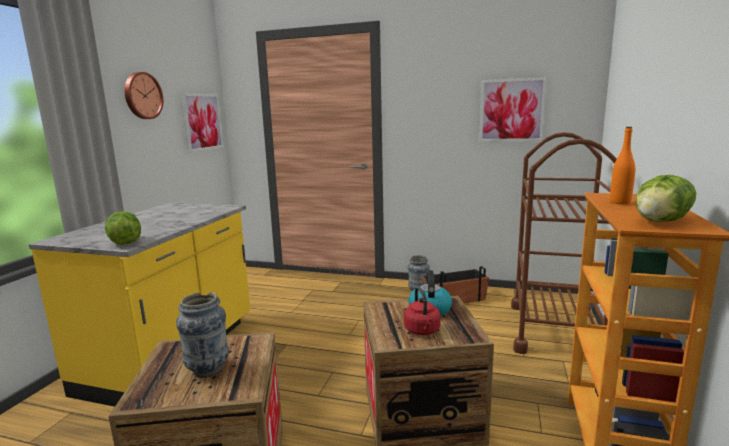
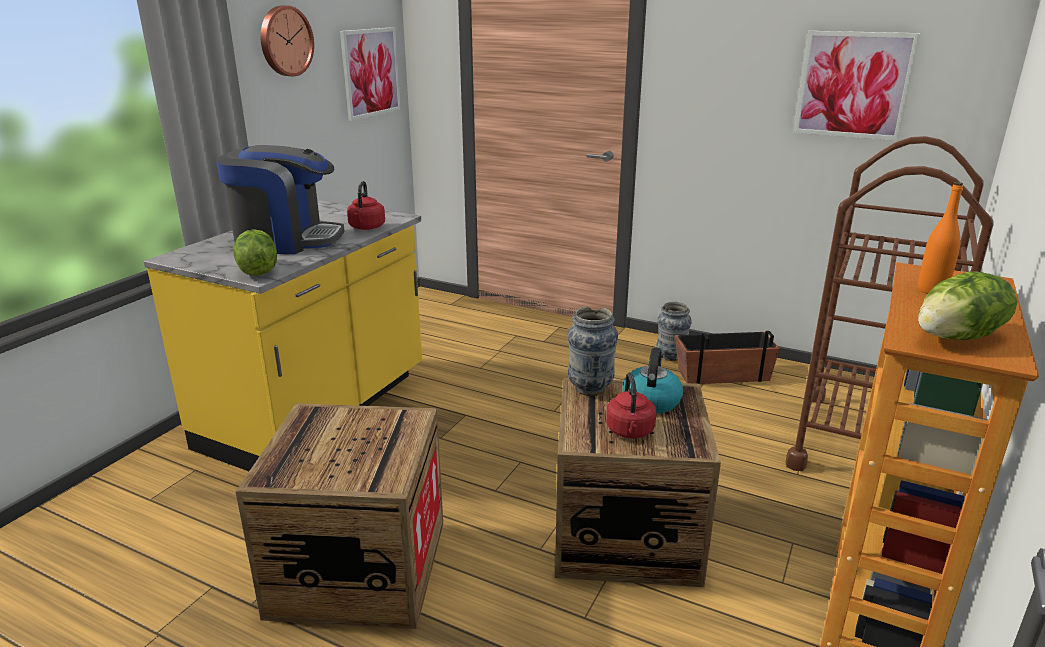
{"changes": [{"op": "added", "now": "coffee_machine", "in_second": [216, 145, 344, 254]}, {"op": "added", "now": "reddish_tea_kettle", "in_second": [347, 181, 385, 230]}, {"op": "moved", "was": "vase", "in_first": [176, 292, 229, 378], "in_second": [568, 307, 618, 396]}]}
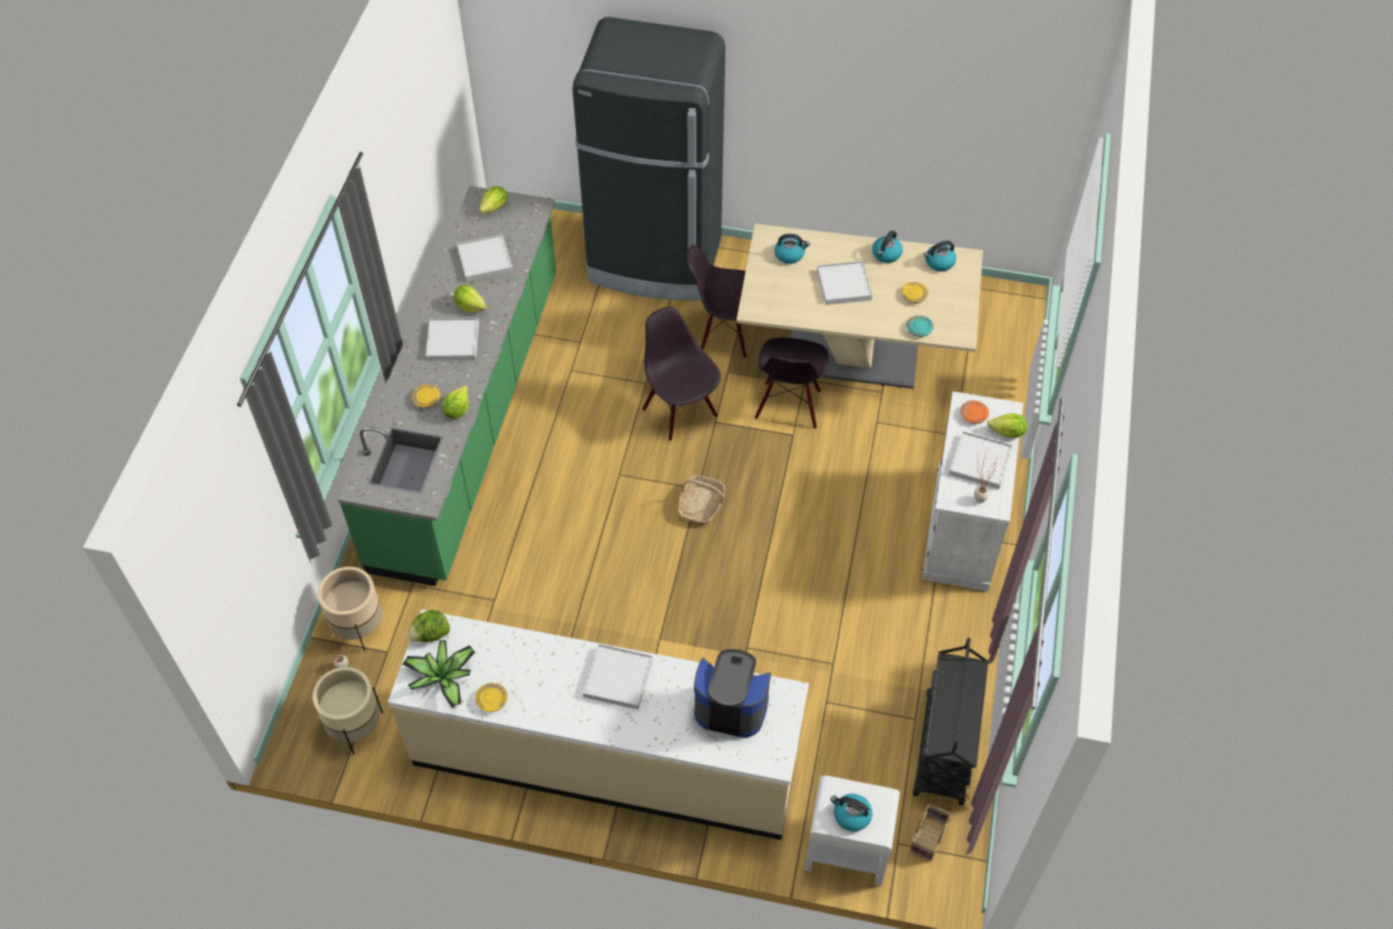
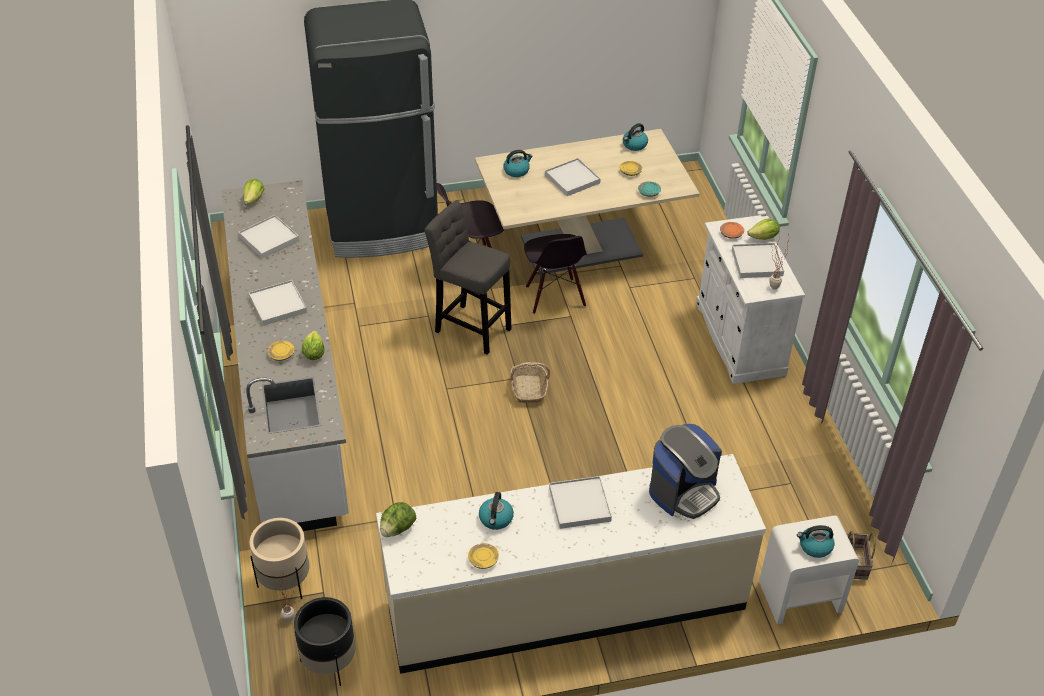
{"changes": [{"op": "removed", "was": "houseplant", "in_first": [403, 640, 475, 708]}, {"op": "removed", "was": "lettuce", "in_first": [454, 285, 487, 313]}, {"op": "removed", "was": "blackish_trolley", "in_first": [913, 638, 988, 805]}, {"op": "moved", "was": "tea_kettle", "in_first": [872, 230, 903, 263], "in_second": [479, 492, 514, 530]}, {"op": "replaced", "was": "blackish_chair", "now": "grey_stool", "in_first": [642, 307, 721, 441], "in_second": [424, 200, 511, 355]}, {"op": "recoloured", "was": "beige-coloured_flower_pot", "now": "blackish_flower_pot", "in_first": [313, 667, 383, 755], "in_second": [294, 597, 356, 686]}, {"op": "recoloured", "was": "green_kitchen_base_unit", "now": "white_kitchen_base_unit", "in_first": [338, 186, 556, 586], "in_second": [221, 180, 349, 531]}, {"op": "turned", "was": "coffee_machine", "in_first": [694, 649, 771, 738], "in_second": [649, 424, 722, 519], "clockwise": 150}]}
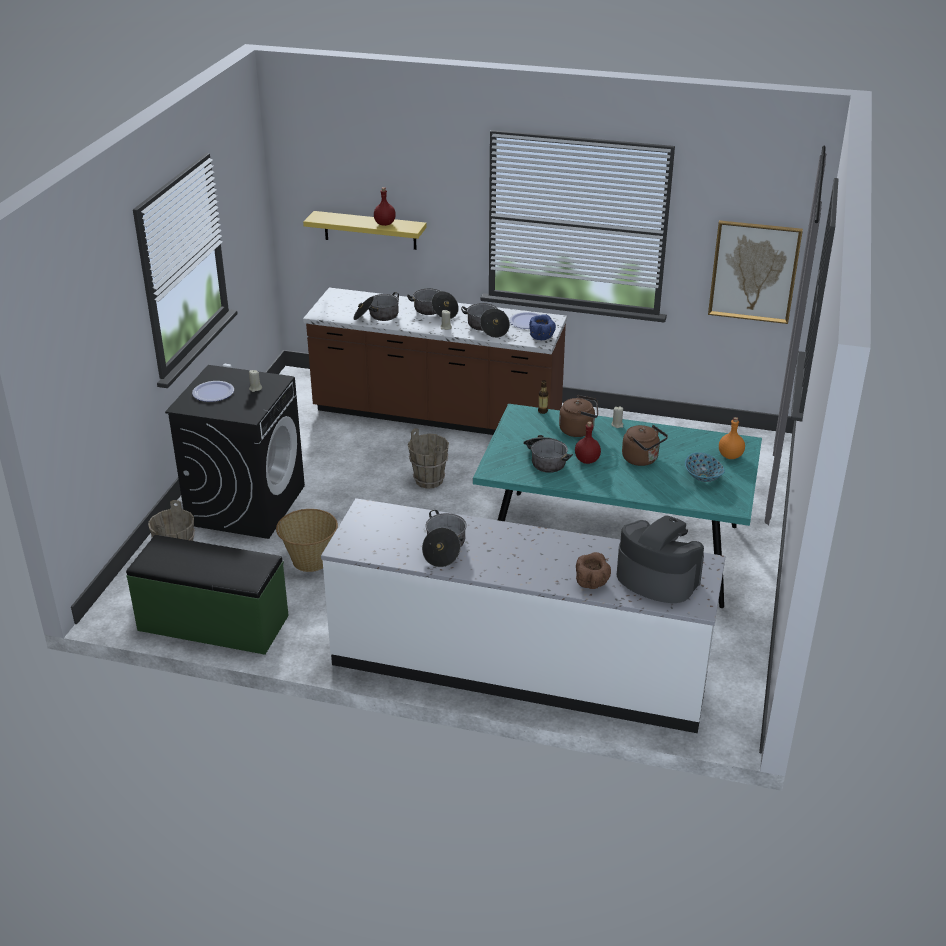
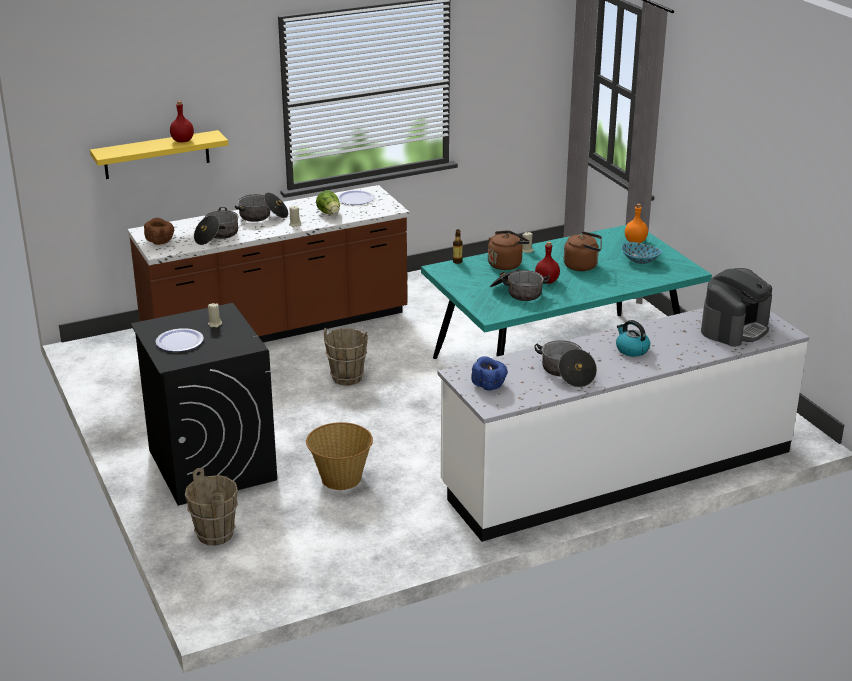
{"changes": [{"op": "removed", "was": "green_long_seat", "in_first": [126, 535, 289, 655]}, {"op": "removed", "was": "wall_picture", "in_first": [708, 220, 803, 324]}, {"op": "added", "now": "tea_kettle", "in_second": [616, 320, 650, 357]}, {"op": "moved", "was": "blue-coloured_deep_dish", "in_first": [529, 314, 556, 340], "in_second": [471, 356, 508, 391]}, {"op": "moved", "was": "brown_deep_dish", "in_first": [576, 552, 611, 589], "in_second": [144, 218, 174, 245]}, {"op": "replaced", "was": "cooking_pot", "now": "lettuce", "in_first": [461, 303, 510, 338], "in_second": [316, 190, 340, 215]}, {"op": "turned", "was": "coffee_machine", "in_first": [617, 516, 704, 603], "in_second": [701, 268, 772, 347], "clockwise": 135}]}
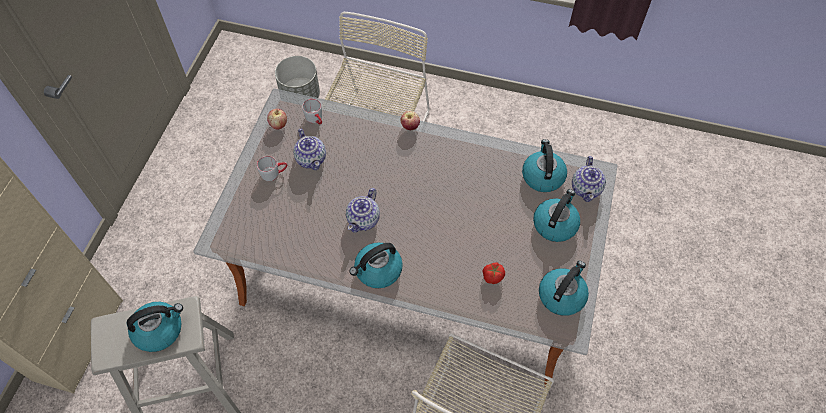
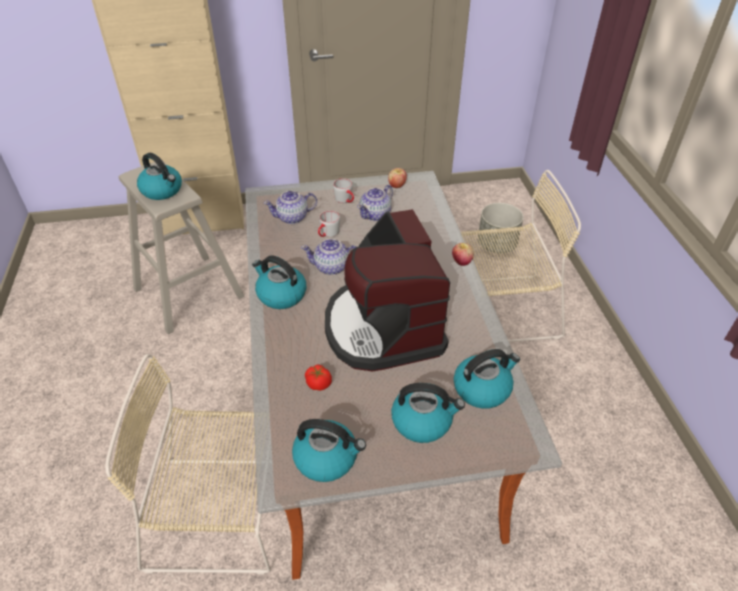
{"changes": [{"op": "added", "now": "coffee_machine", "in_second": [325, 209, 450, 371]}, {"op": "moved", "was": "grey_tea_mug", "in_first": [302, 99, 322, 125], "in_second": [318, 211, 340, 237]}, {"op": "moved", "was": "teapot", "in_first": [572, 156, 606, 202], "in_second": [264, 191, 317, 224]}]}
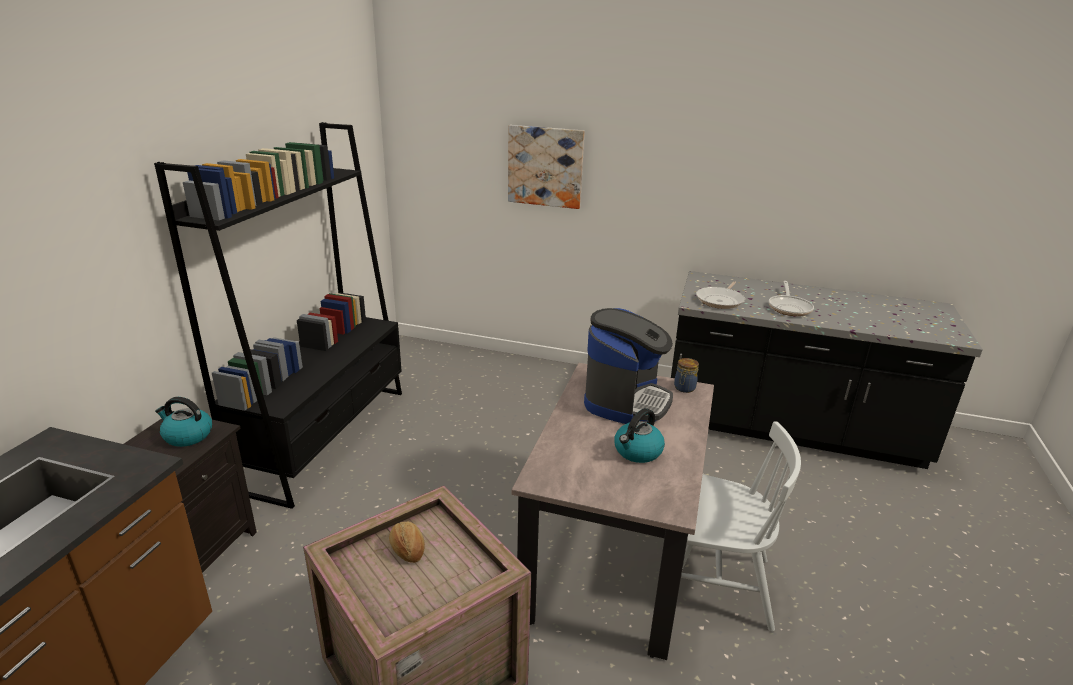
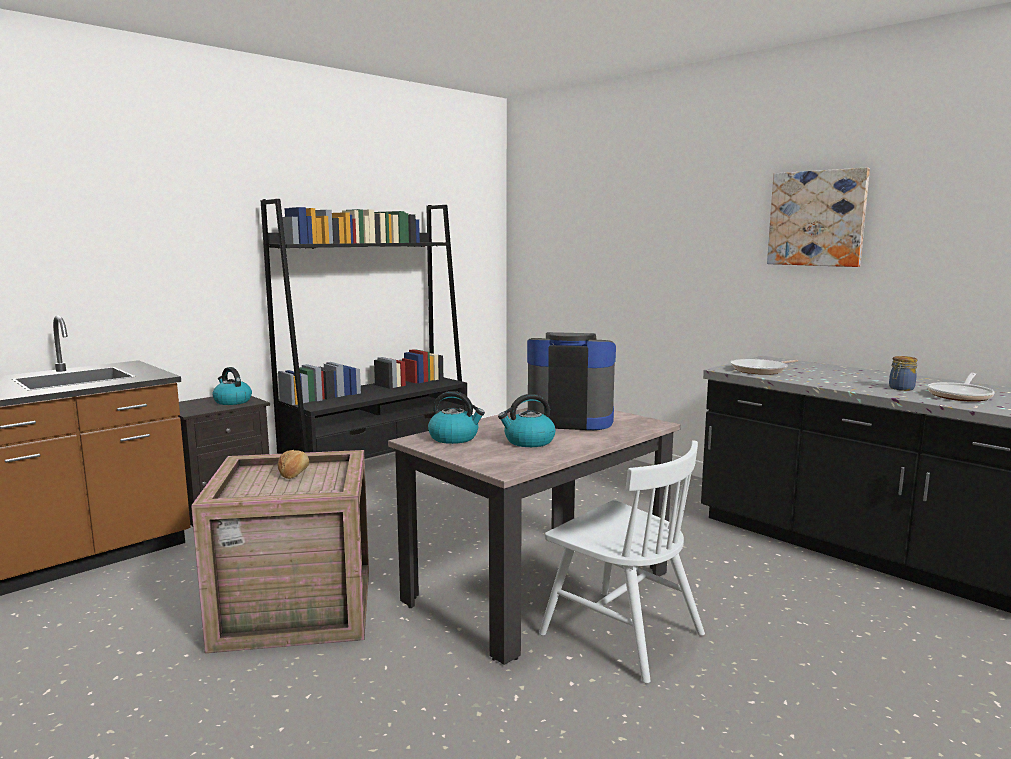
{"changes": [{"op": "added", "now": "tea_kettle", "in_second": [428, 391, 485, 444]}, {"op": "moved", "was": "wall_picture", "in_first": [508, 125, 585, 209], "in_second": [767, 168, 870, 267]}, {"op": "moved", "was": "preserve_jar", "in_first": [674, 358, 699, 393], "in_second": [889, 356, 917, 391]}, {"op": "moved", "was": "pan", "in_first": [769, 281, 814, 316], "in_second": [927, 373, 995, 402]}, {"op": "turned", "was": "coffee_machine", "in_first": [584, 308, 673, 424], "in_second": [527, 332, 616, 430], "clockwise": -135}]}
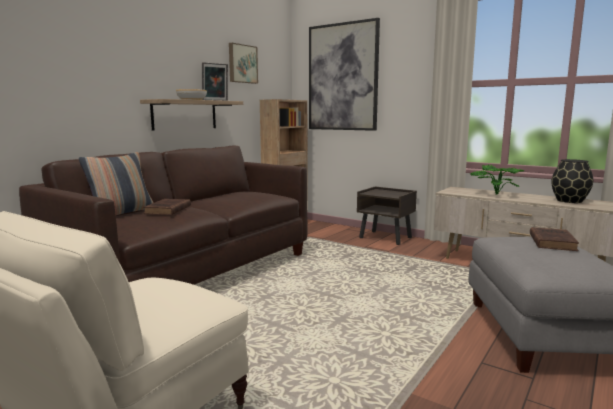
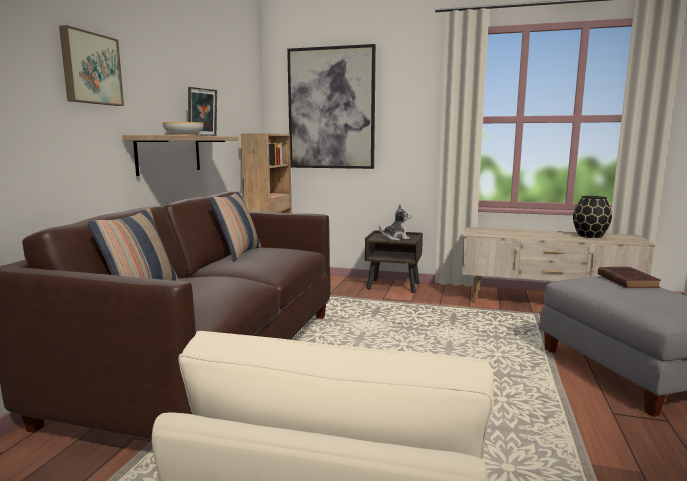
{"changes": [{"op": "removed", "was": "brown_volume", "in_first": [143, 199, 191, 215]}, {"op": "removed", "was": "houseplant", "in_first": [470, 165, 525, 194]}, {"op": "added", "now": "throw_pillow", "in_second": [209, 191, 261, 261]}, {"op": "added", "now": "plush_toy", "in_second": [379, 204, 412, 241]}, {"op": "moved", "was": "wall_picture", "in_first": [229, 43, 258, 84], "in_second": [59, 25, 124, 106]}]}
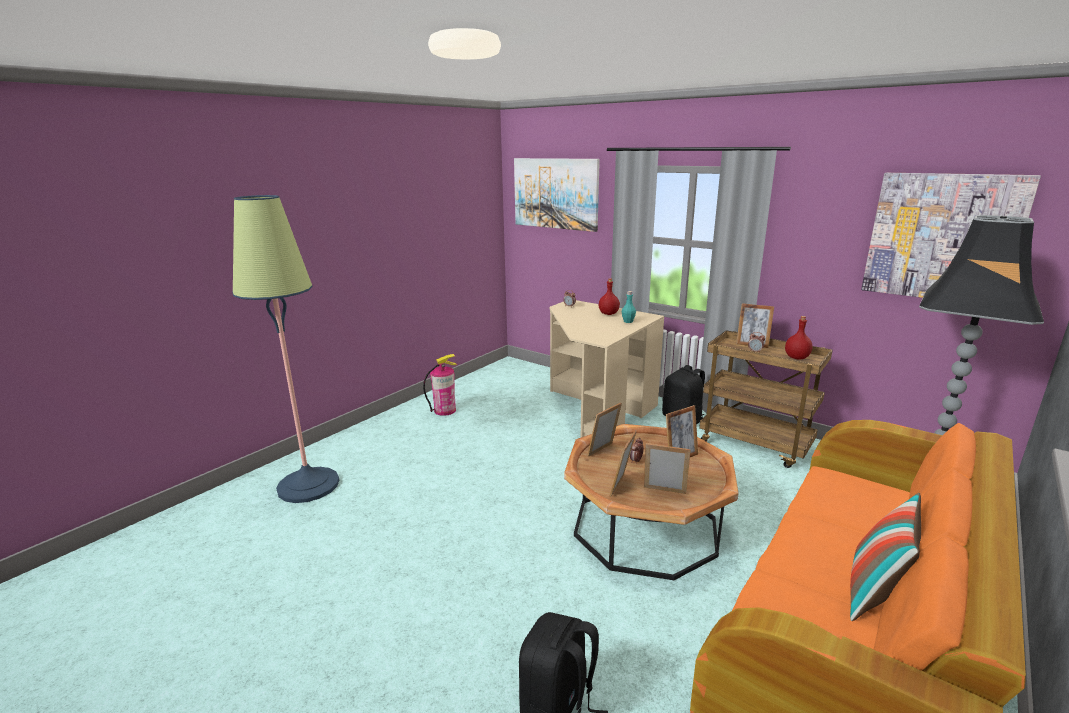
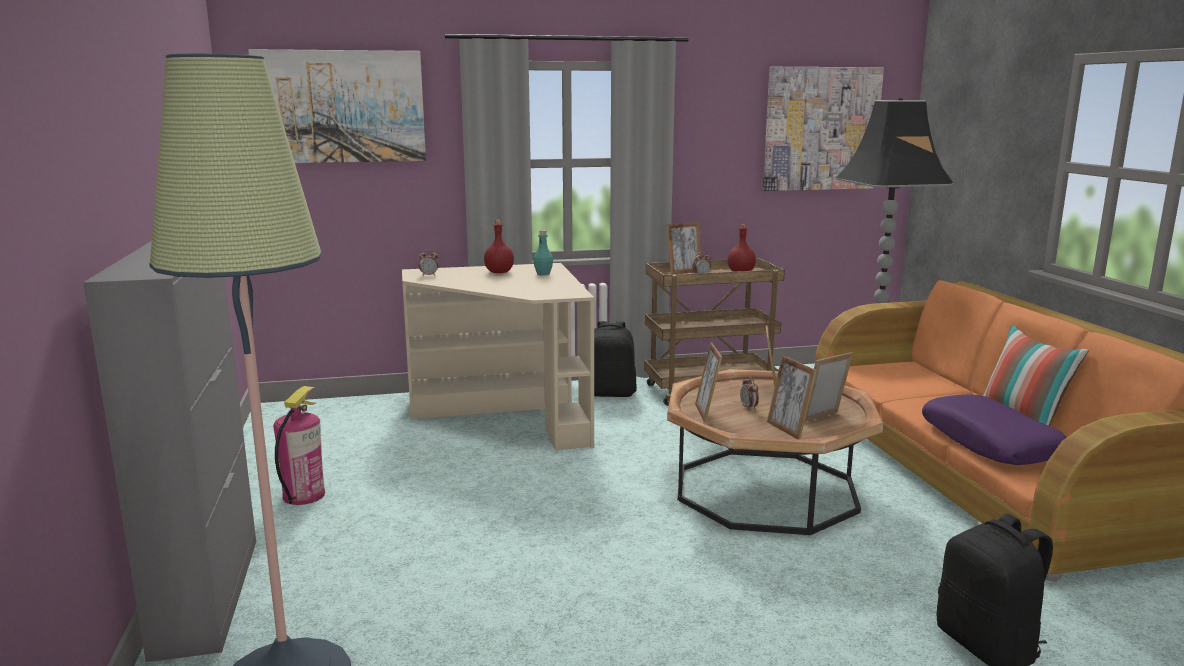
{"changes": [{"op": "added", "now": "grey_cabinet", "in_second": [83, 241, 256, 662]}, {"op": "added", "now": "purple_throw_pillow", "in_second": [922, 394, 1067, 465]}]}
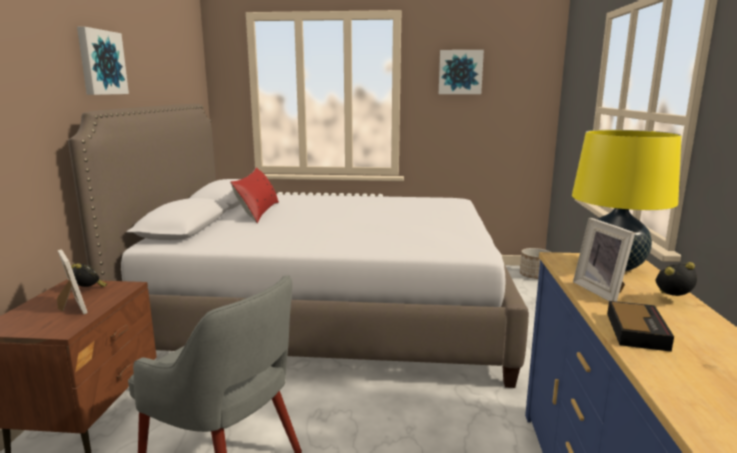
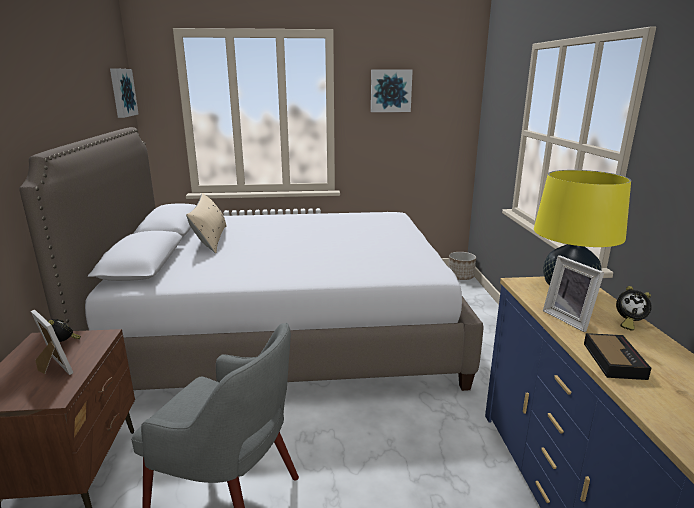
{"changes": [{"op": "moved", "was": "wall_picture", "in_first": [77, 27, 129, 95], "in_second": [110, 68, 138, 118]}, {"op": "recoloured", "was": "reddish_throw_pillow", "now": "beige-coloured_throw_pillow", "in_first": [230, 167, 279, 223], "in_second": [186, 193, 227, 253]}, {"op": "turned", "was": "table_clock", "in_first": [655, 262, 697, 296], "in_second": [616, 286, 652, 331], "clockwise": -150}]}
